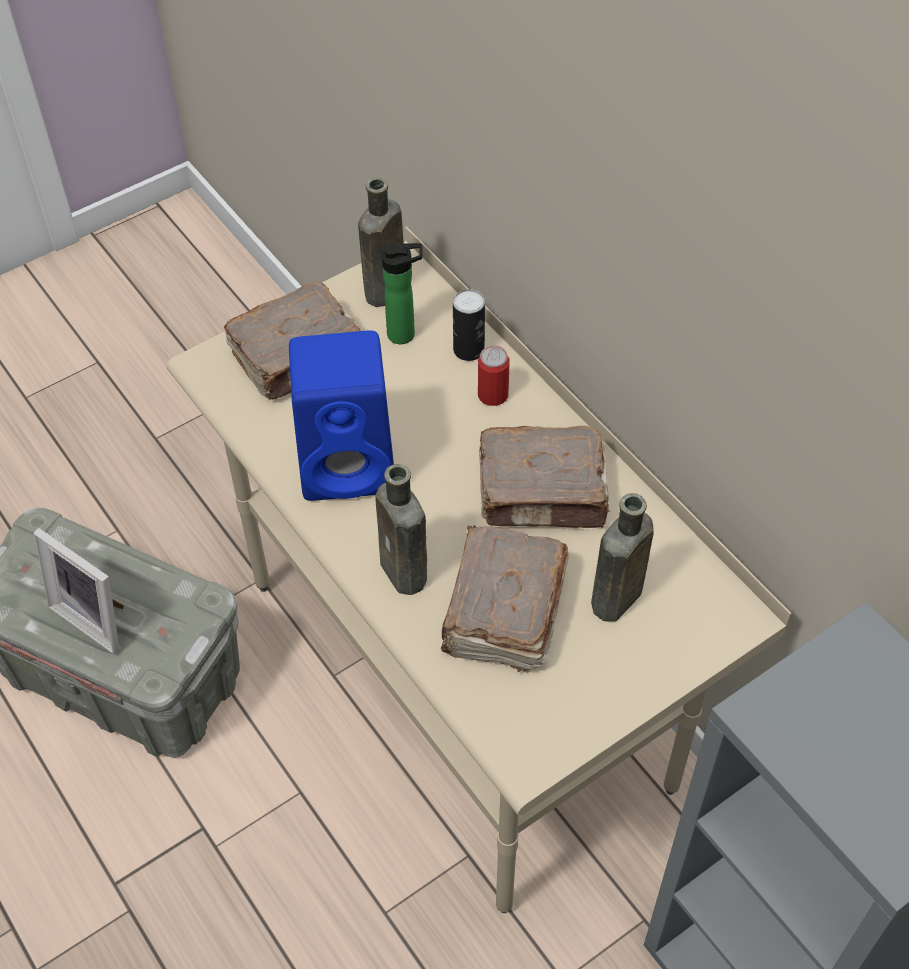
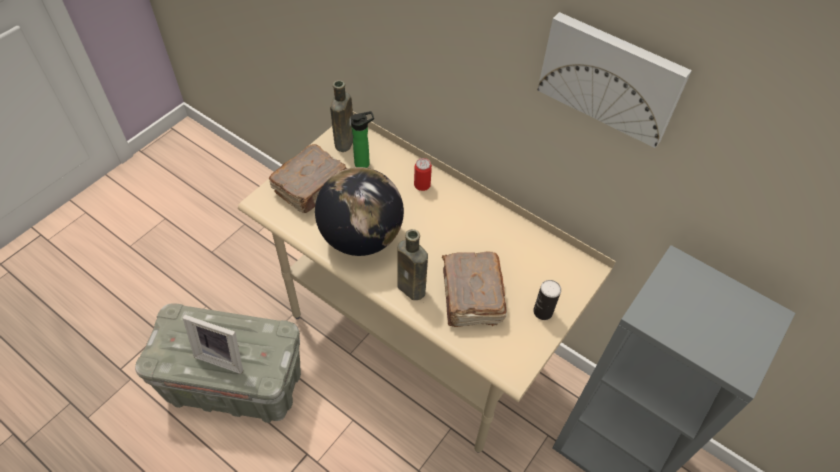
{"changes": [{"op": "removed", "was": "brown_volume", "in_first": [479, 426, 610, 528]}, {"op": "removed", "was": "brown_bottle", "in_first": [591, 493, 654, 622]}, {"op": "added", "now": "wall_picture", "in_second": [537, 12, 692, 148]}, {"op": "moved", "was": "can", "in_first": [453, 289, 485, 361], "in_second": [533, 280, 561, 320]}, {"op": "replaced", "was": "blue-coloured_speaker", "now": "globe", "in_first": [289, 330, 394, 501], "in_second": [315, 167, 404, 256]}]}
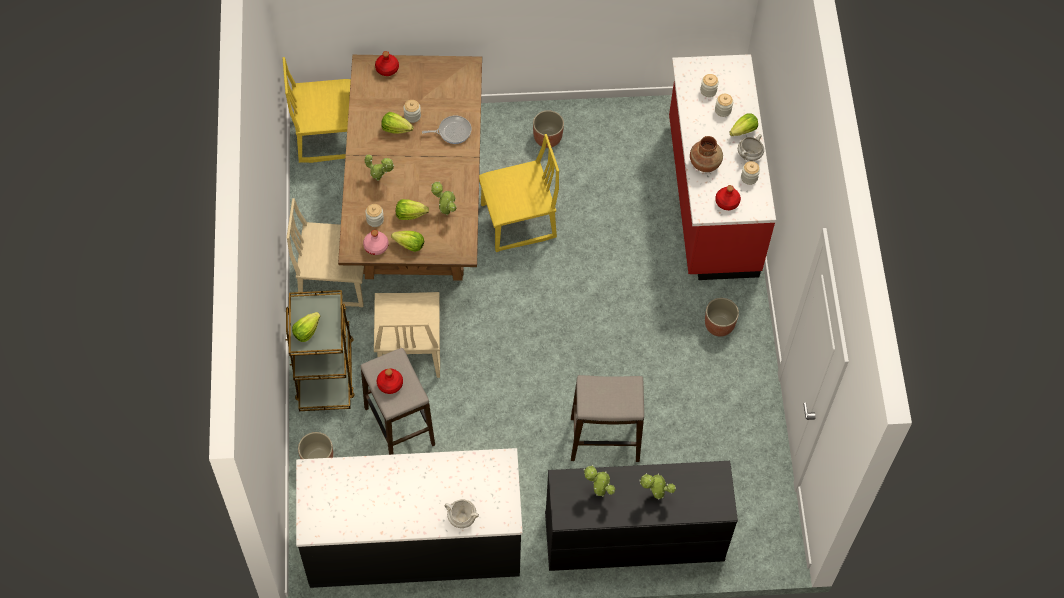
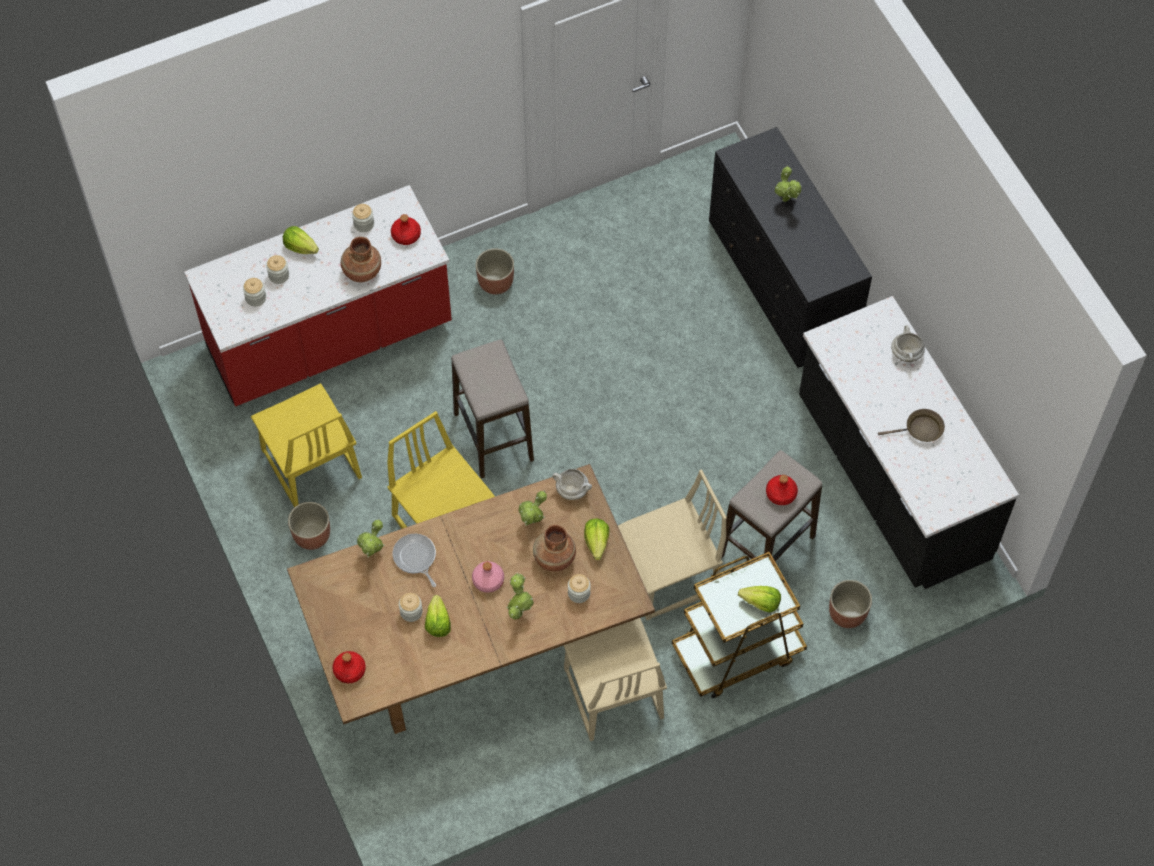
{"changes": [{"op": "added", "now": "brown_pan", "in_second": [878, 409, 945, 442]}, {"op": "moved", "was": "yellow_chair", "in_first": [283, 57, 351, 163], "in_second": [251, 383, 362, 508]}, {"op": "moved", "was": "pinkish_bottle", "in_first": [363, 230, 388, 255], "in_second": [472, 561, 504, 593]}, {"op": "moved", "was": "stool", "in_first": [571, 375, 644, 462], "in_second": [451, 340, 534, 479]}, {"op": "moved", "was": "houseplant", "in_first": [583, 465, 616, 497], "in_second": [357, 519, 385, 557]}, {"op": "moved", "was": "white_cooking_pot", "in_first": [738, 134, 764, 161], "in_second": [553, 469, 592, 500]}, {"op": "replaced", "was": "lettuce", "now": "brown_vase", "in_first": [396, 199, 429, 220], "in_second": [533, 525, 576, 571]}]}
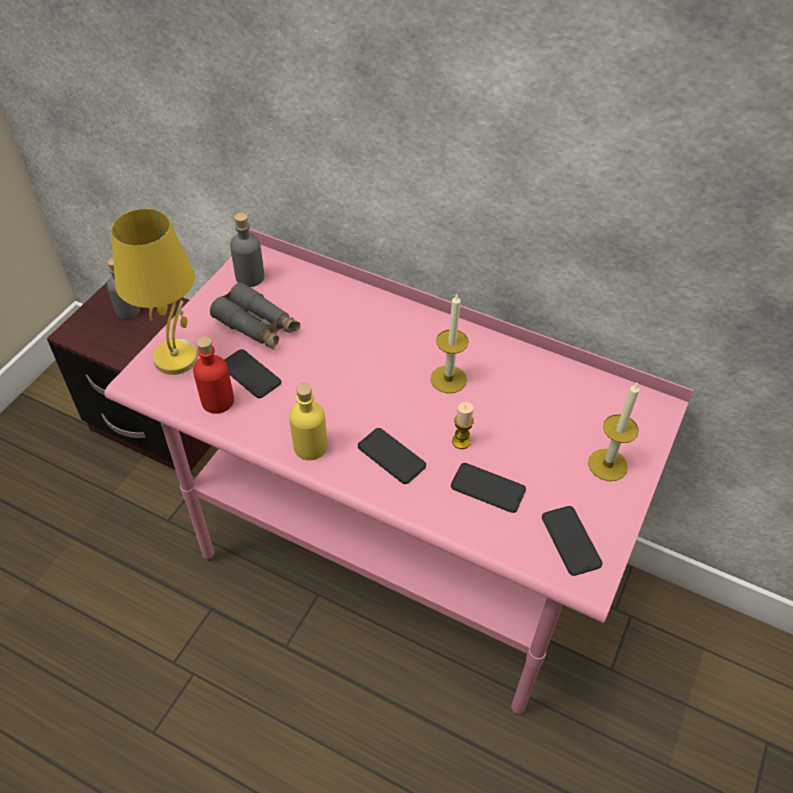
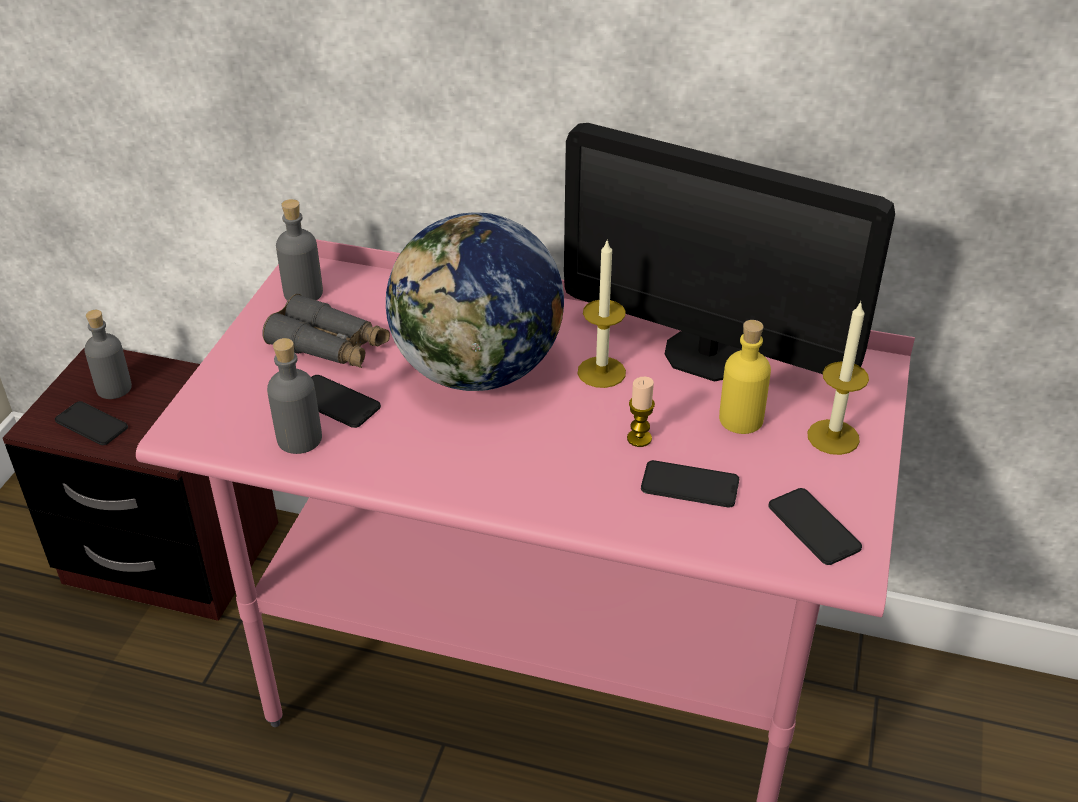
{"changes": [{"op": "removed", "was": "yellow_lamp_for_a_table", "in_first": [111, 209, 198, 375]}, {"op": "added", "now": "globe", "in_second": [386, 212, 564, 391]}, {"op": "added", "now": "monitor", "in_second": [564, 123, 895, 382]}, {"op": "moved", "was": "yellow_bottle", "in_first": [289, 383, 327, 460], "in_second": [719, 320, 771, 434]}, {"op": "moved", "was": "phone", "in_first": [358, 428, 426, 484], "in_second": [55, 401, 128, 445]}, {"op": "recoloured", "was": "reddish_bottle", "now": "grey_bottle", "in_first": [193, 336, 234, 414], "in_second": [267, 338, 322, 454]}]}
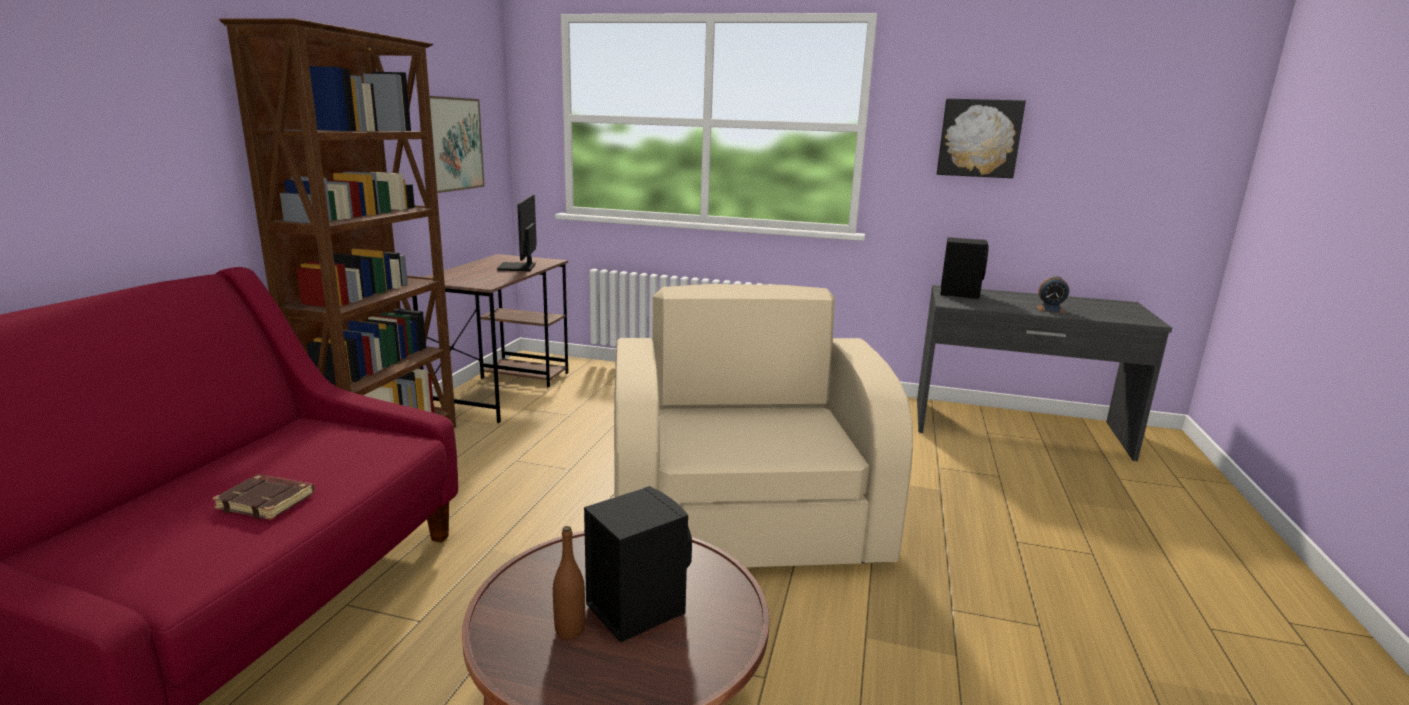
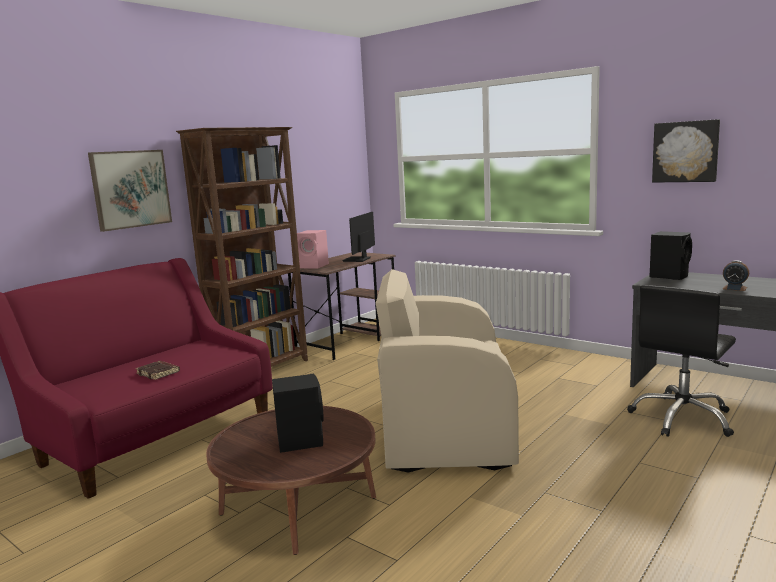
{"changes": [{"op": "removed", "was": "brown_bottle", "in_first": [553, 526, 585, 639]}, {"op": "added", "now": "pinkish_speaker", "in_second": [297, 230, 329, 269]}, {"op": "added", "now": "blackish_desk_chair", "in_second": [627, 285, 736, 437]}, {"op": "moved", "was": "wall_picture", "in_first": [430, 96, 485, 193], "in_second": [88, 150, 172, 232]}, {"op": "turned", "was": "beige-coloured_armchair", "in_first": [614, 284, 913, 567], "in_second": [376, 269, 519, 473], "clockwise": -105}]}
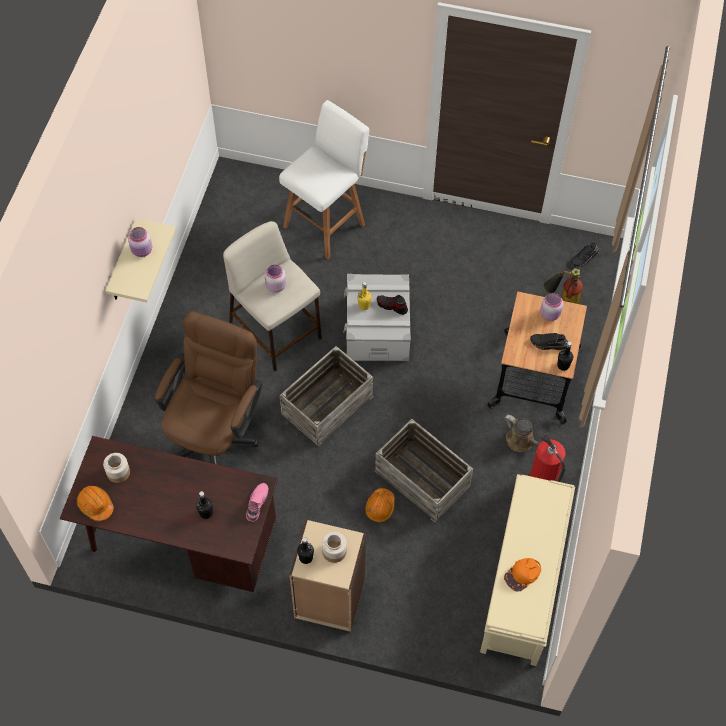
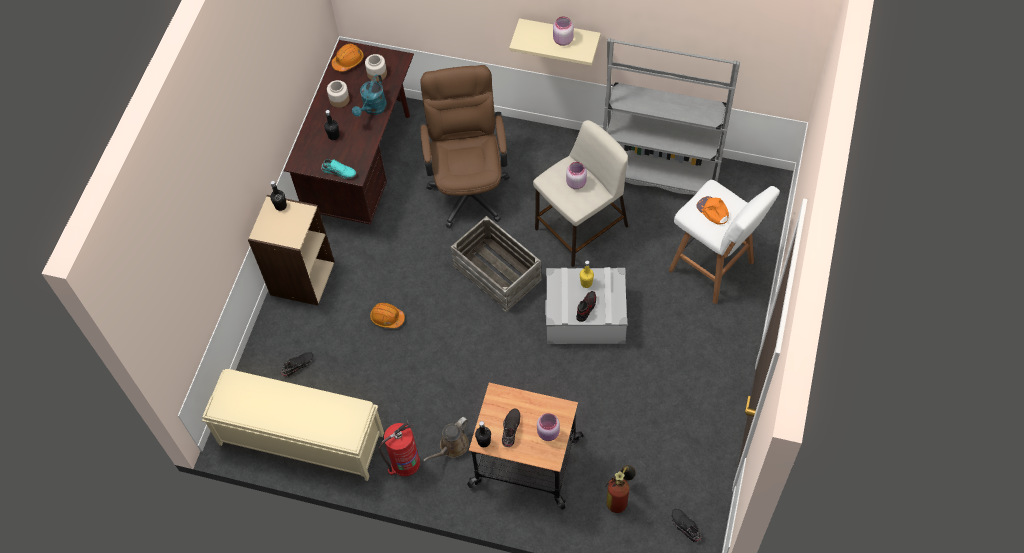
{"changes": [{"op": "removed", "was": "packing_crate", "in_first": [375, 419, 473, 523]}, {"op": "added", "now": "blackish_shoe", "in_second": [281, 352, 314, 377]}, {"op": "added", "now": "blue-green_sprinkling_can", "in_second": [352, 74, 387, 117]}, {"op": "added", "now": "grey_bookshelf", "in_second": [603, 38, 740, 195]}, {"op": "moved", "was": "preserve_jar", "in_first": [322, 532, 347, 563], "in_second": [327, 80, 350, 108]}, {"op": "moved", "was": "orangey_peaked_cap", "in_first": [504, 558, 541, 592], "in_second": [696, 196, 729, 225]}, {"op": "recoloured", "was": "pinkish_shoe", "now": "blue-green_shoe", "in_first": [246, 483, 268, 522], "in_second": [321, 159, 356, 179]}, {"op": "turned", "was": "brown_desk_chair", "in_first": [155, 311, 263, 465], "in_second": [420, 65, 510, 228], "clockwise": -120}]}
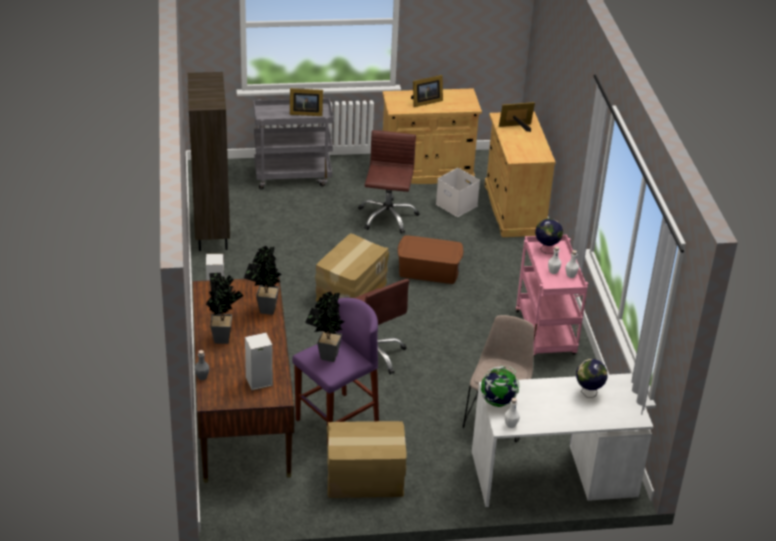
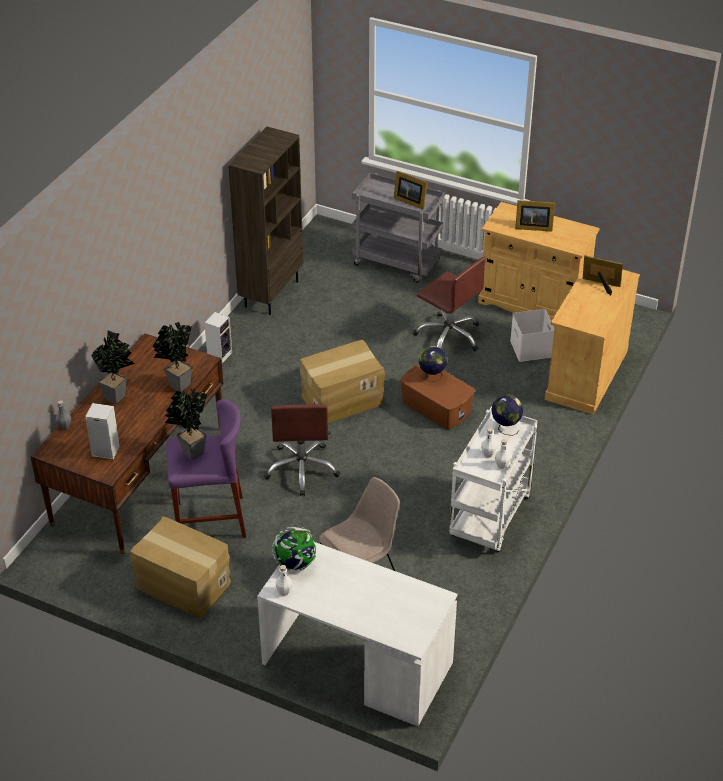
{"changes": [{"op": "moved", "was": "globe", "in_first": [576, 359, 608, 398], "in_second": [419, 346, 447, 382]}, {"op": "recoloured", "was": "pinkish_trolley", "now": "white_trolley", "in_first": [515, 235, 588, 356], "in_second": [449, 406, 537, 552]}, {"op": "turned", "was": "brown_desk_chair", "in_first": [358, 130, 420, 234], "in_second": [413, 257, 486, 351], "clockwise": 90}]}
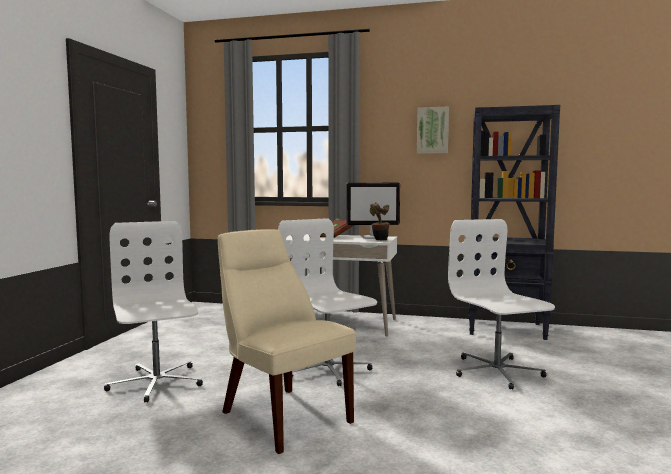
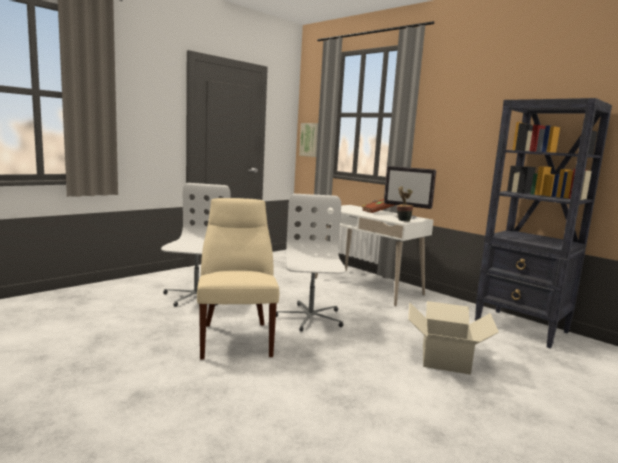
{"changes": [{"op": "moved", "was": "wall_picture", "in_first": [417, 106, 449, 154], "in_second": [299, 123, 318, 157]}, {"op": "replaced", "was": "white_desk_chair", "now": "packing_box", "in_first": [448, 219, 555, 390], "in_second": [408, 301, 499, 375]}]}
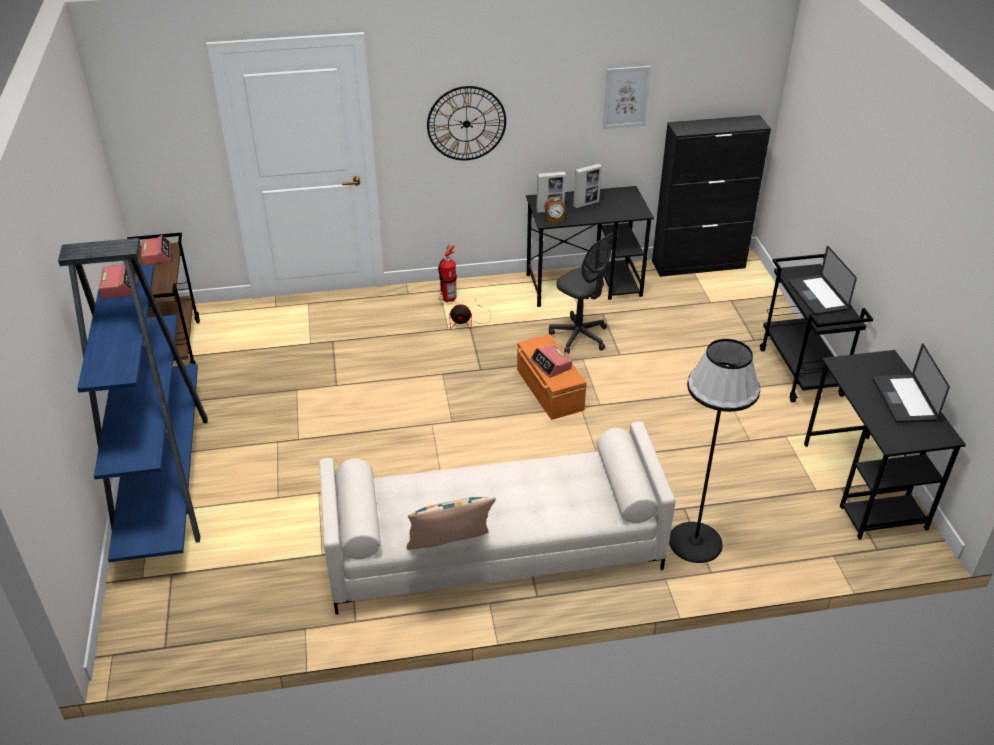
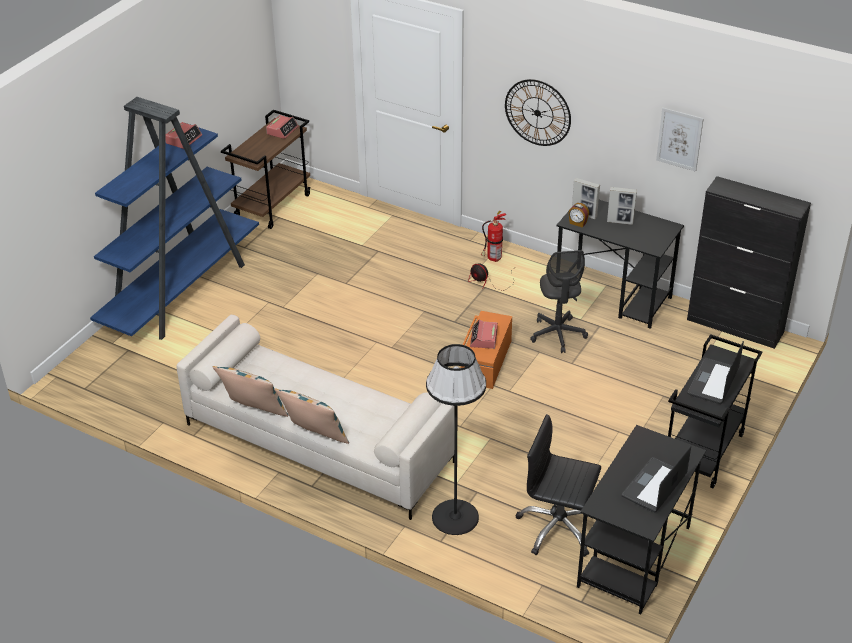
{"changes": [{"op": "added", "now": "throw_pillow", "in_second": [274, 388, 349, 444]}, {"op": "added", "now": "blackish_desk_chair", "in_second": [516, 414, 601, 557]}]}
